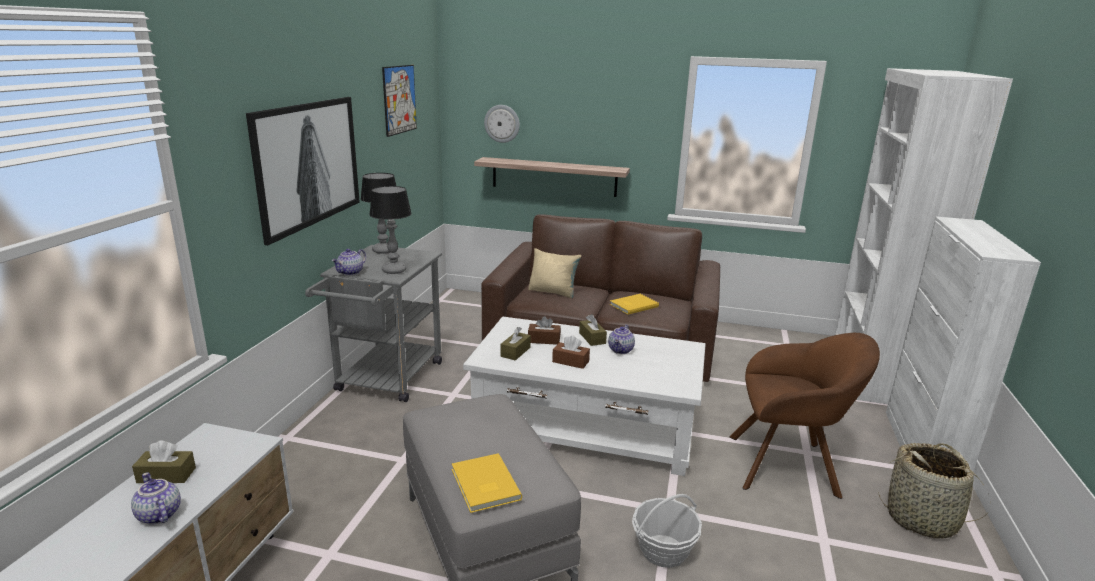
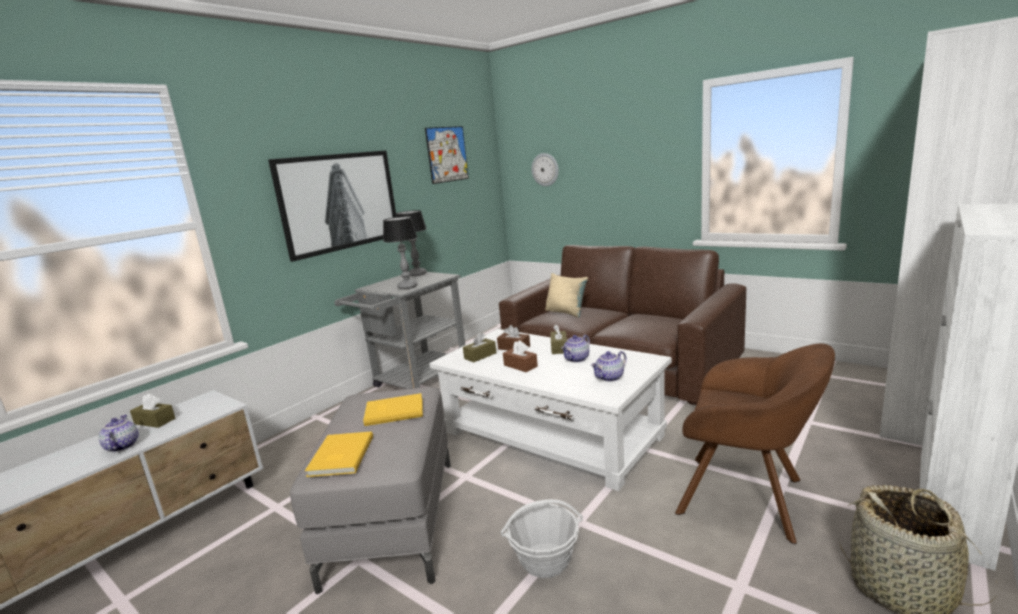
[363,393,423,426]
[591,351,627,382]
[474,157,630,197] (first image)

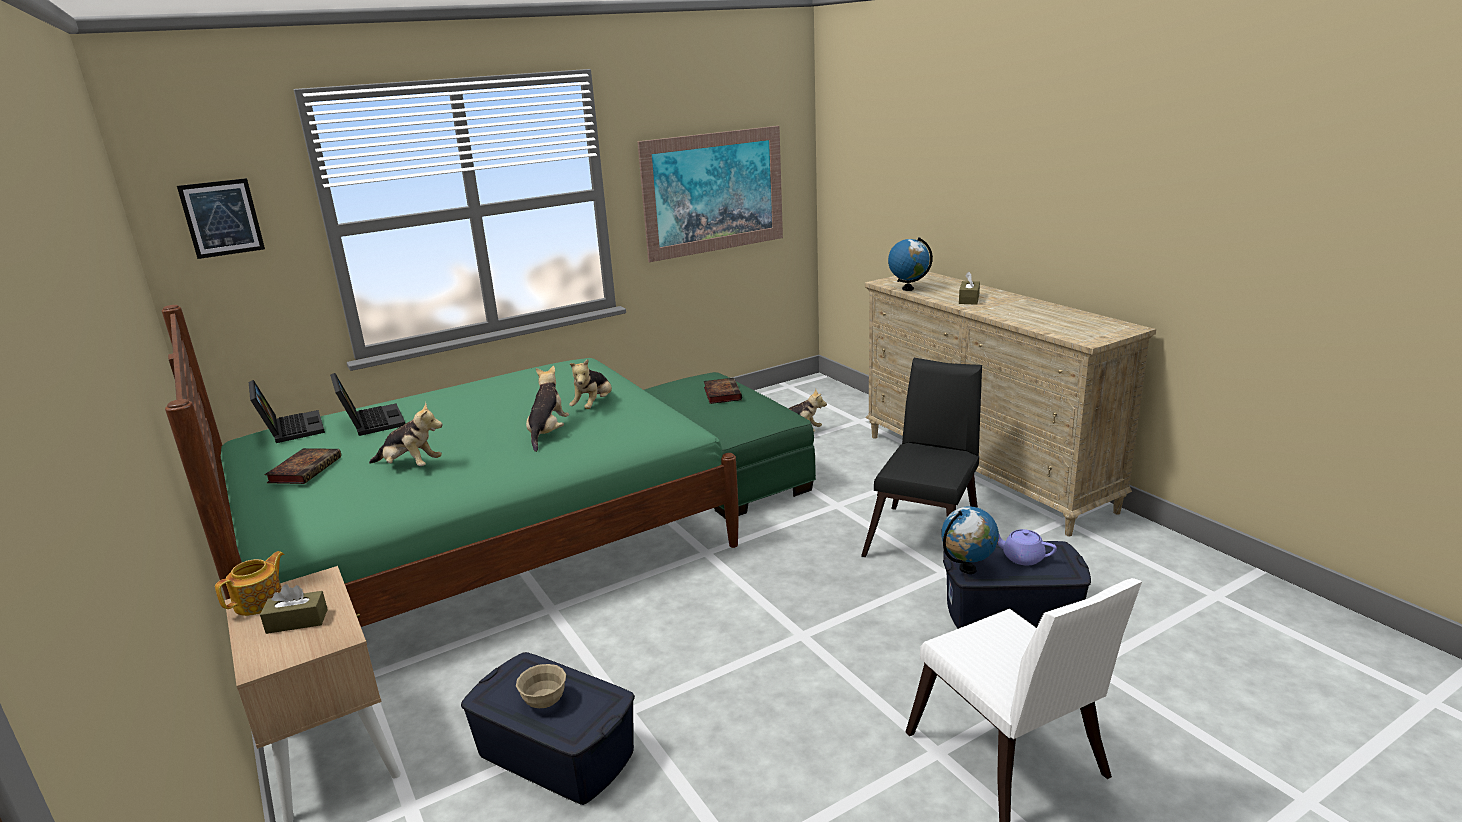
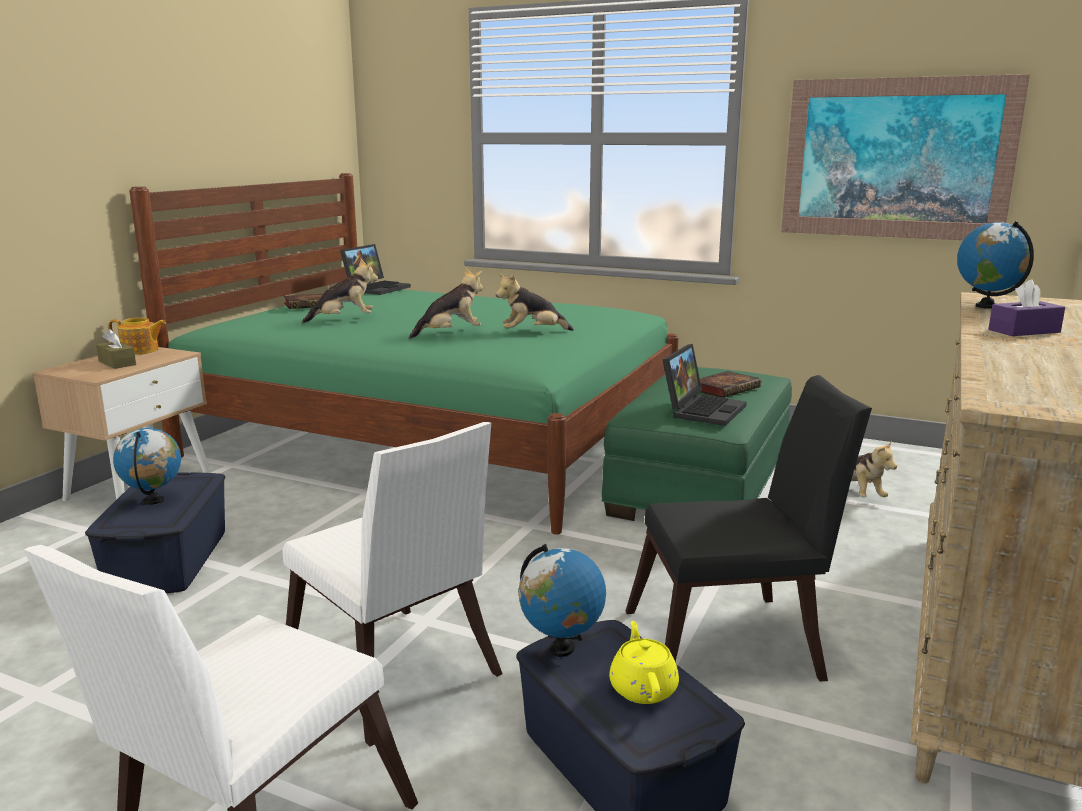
[113,428,181,505]
[282,422,503,747]
[302,259,378,323]
[609,621,679,704]
[662,344,747,426]
[988,279,1065,336]
[177,178,265,259] (first image)

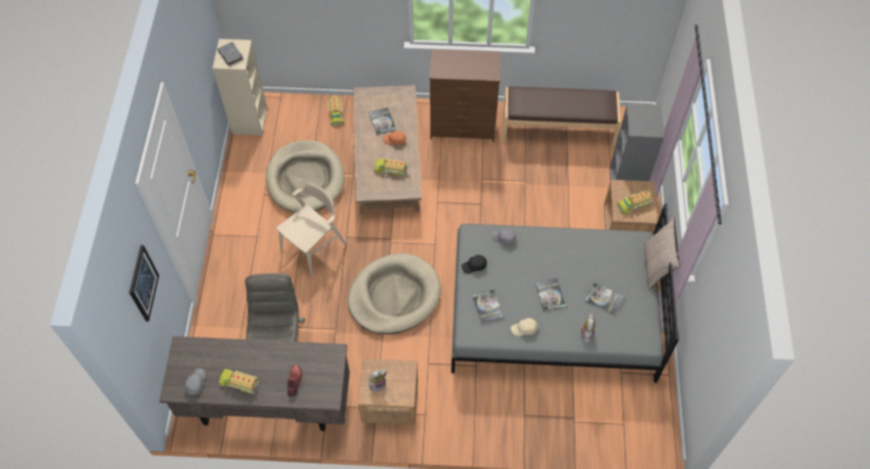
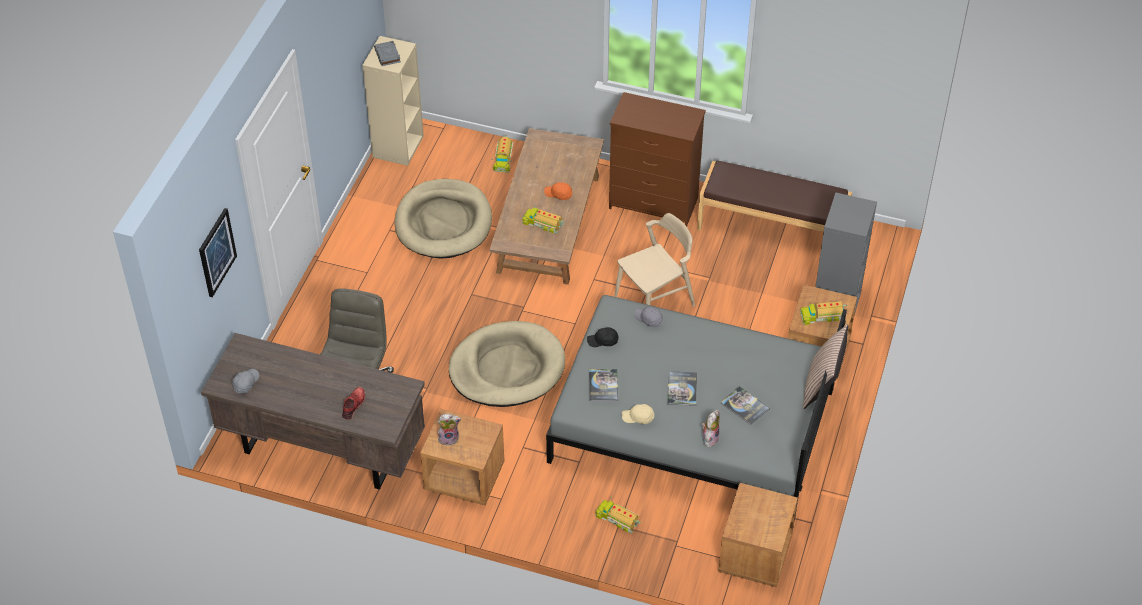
[595,497,640,534]
[615,213,695,306]
[718,483,798,587]
[369,107,396,135] (first image)

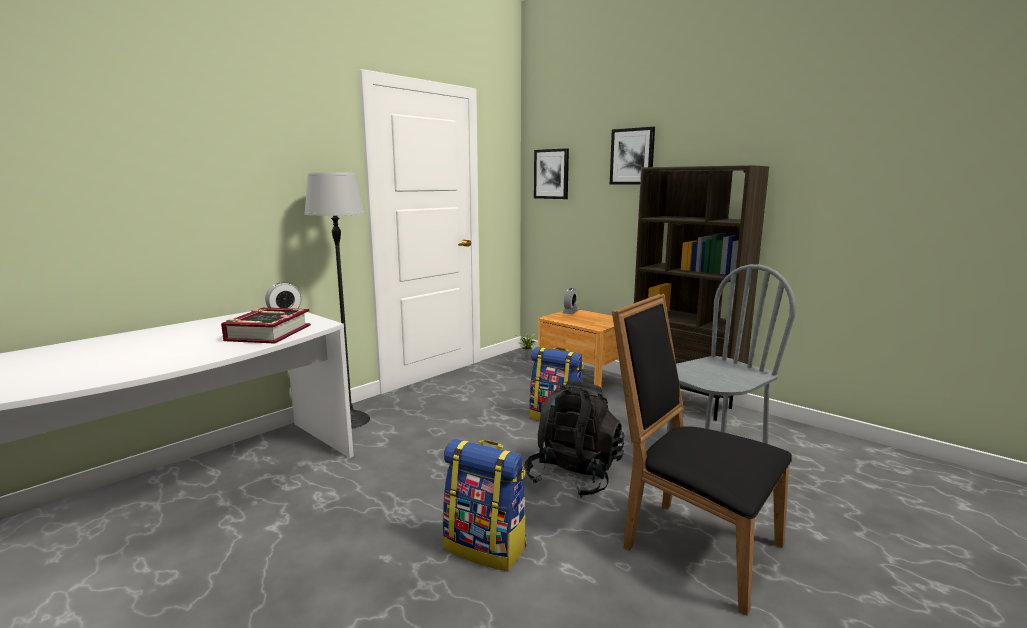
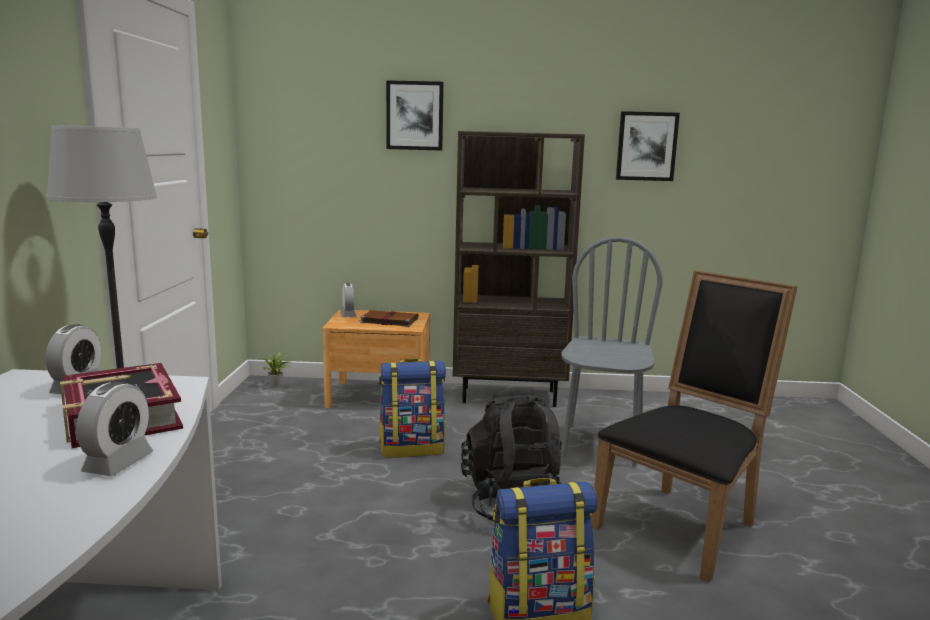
[76,381,153,476]
[359,310,419,327]
[591,270,798,583]
[616,111,680,181]

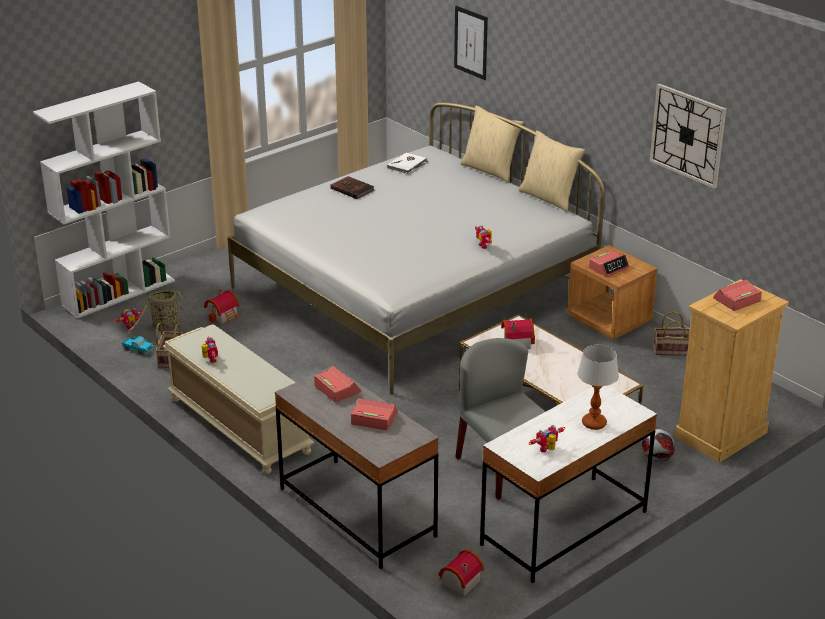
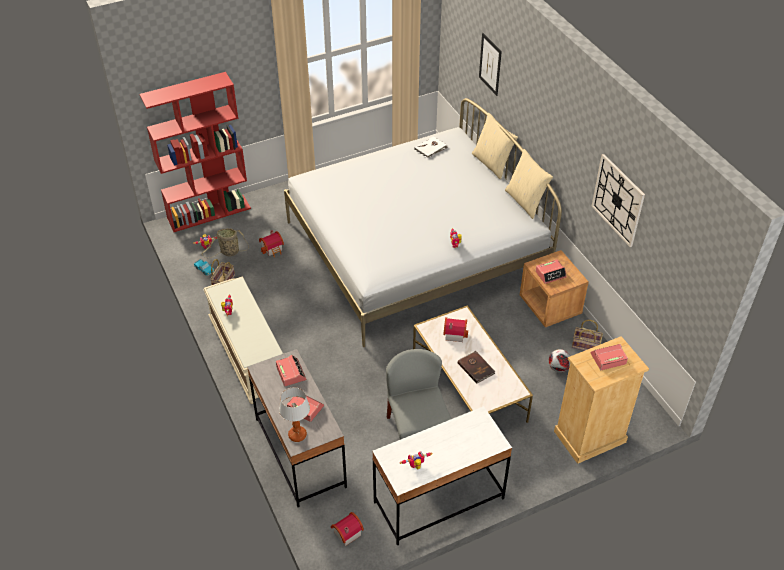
[140,72,251,232]
[279,387,310,442]
[458,351,495,384]
[549,349,570,372]

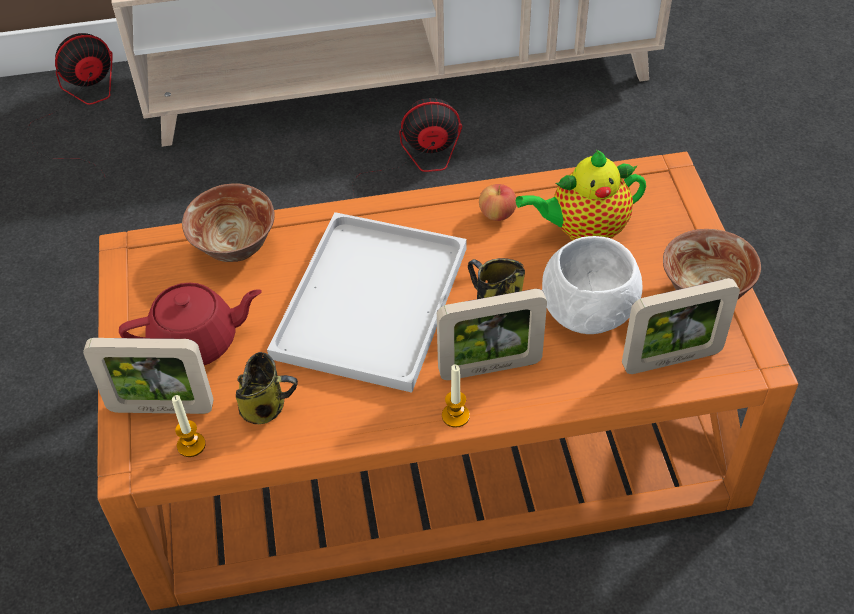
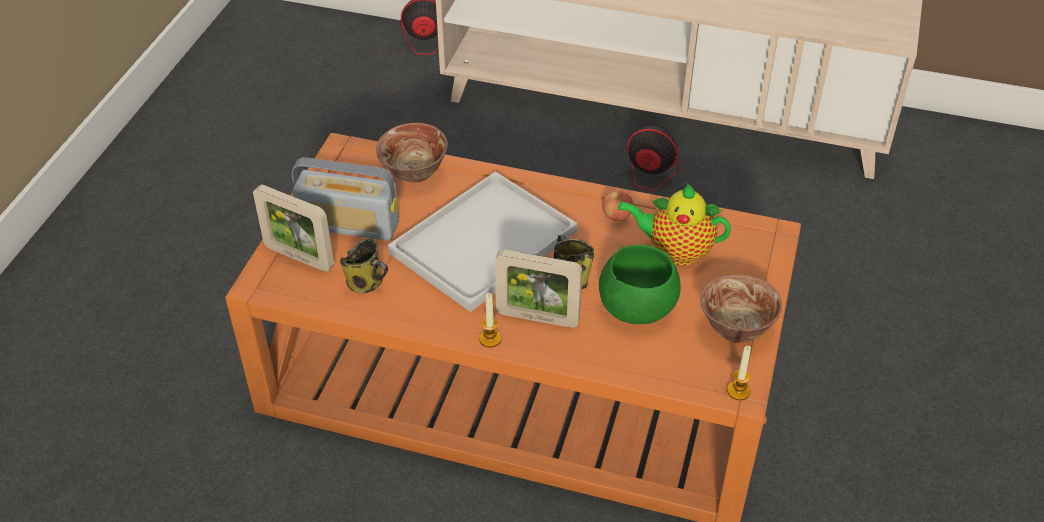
[292,158,399,241]
[599,245,681,324]
[727,346,751,400]
[622,278,740,374] (first image)

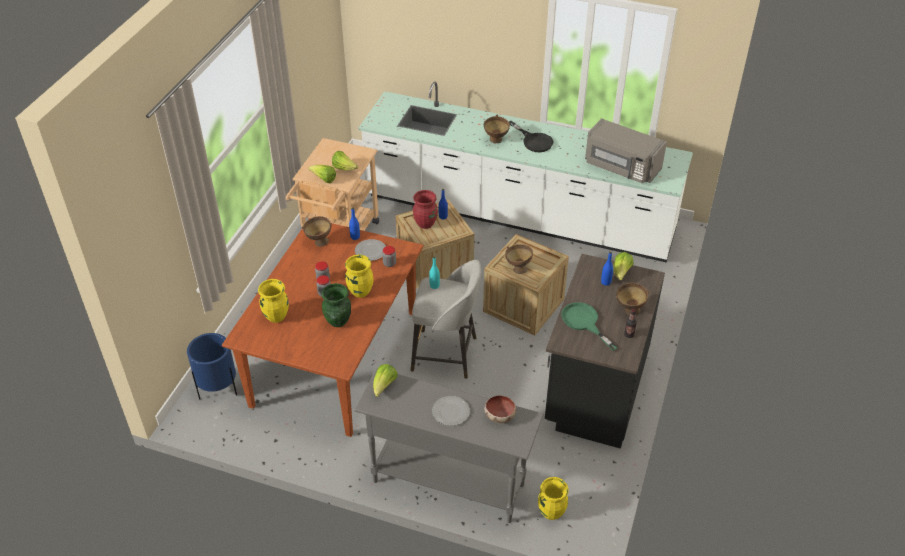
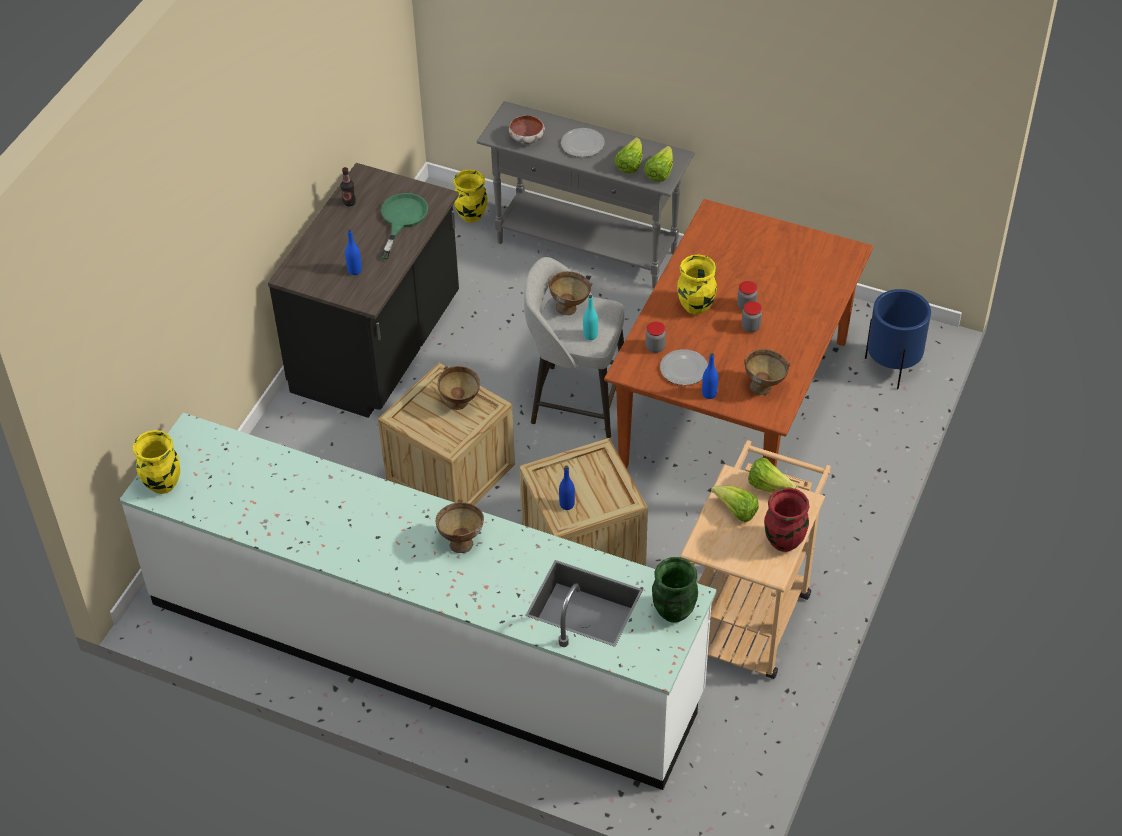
[133,430,180,494]
[380,193,428,259]
[548,271,593,315]
[615,137,643,173]
[652,557,698,623]
[764,487,809,552]
[509,121,553,152] (first image)
[585,118,667,184] (first image)

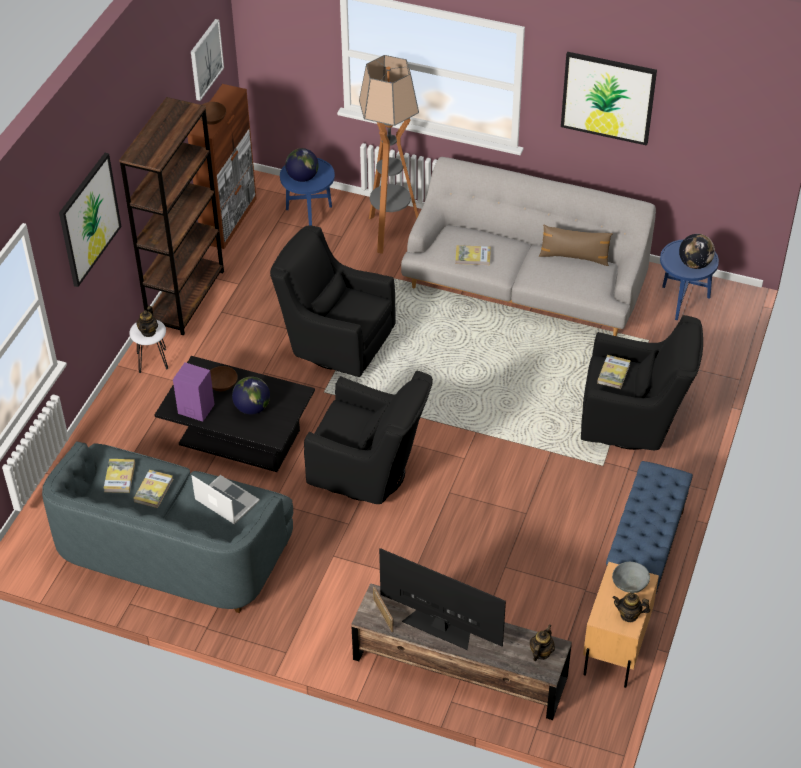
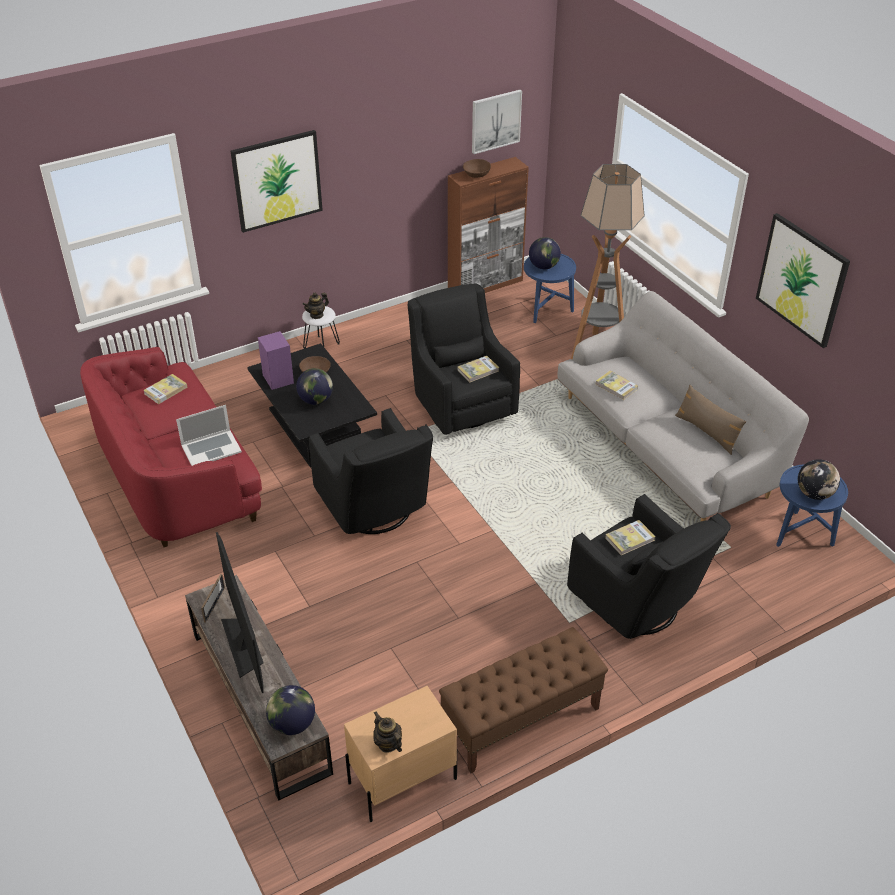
[80,347,262,547]
[176,405,242,466]
[266,685,315,735]
[439,627,608,773]
[457,356,499,383]
[119,97,224,335] (first image)
[612,562,650,593] (first image)

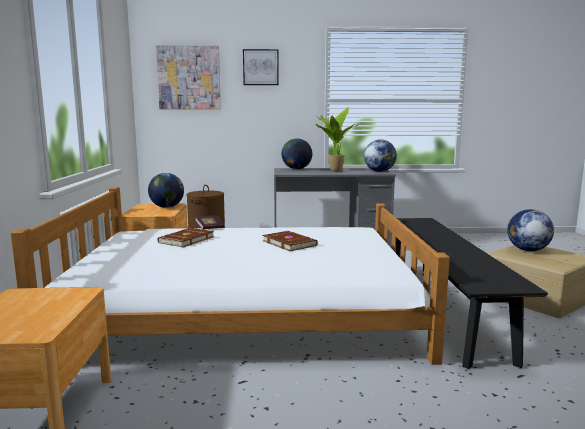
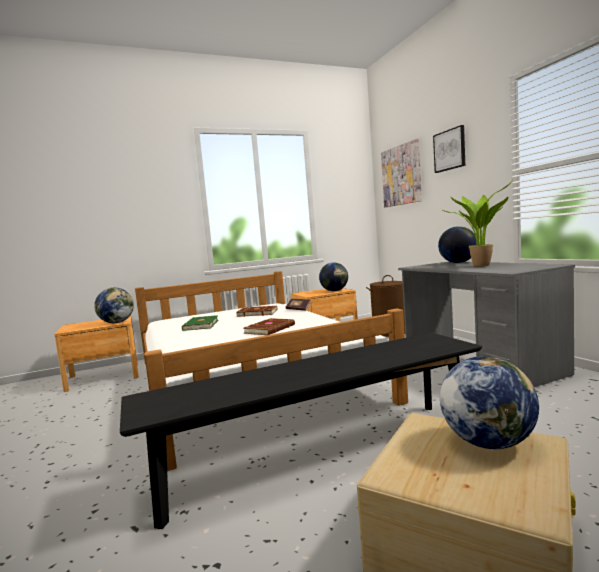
[94,288,134,323]
[182,315,218,331]

